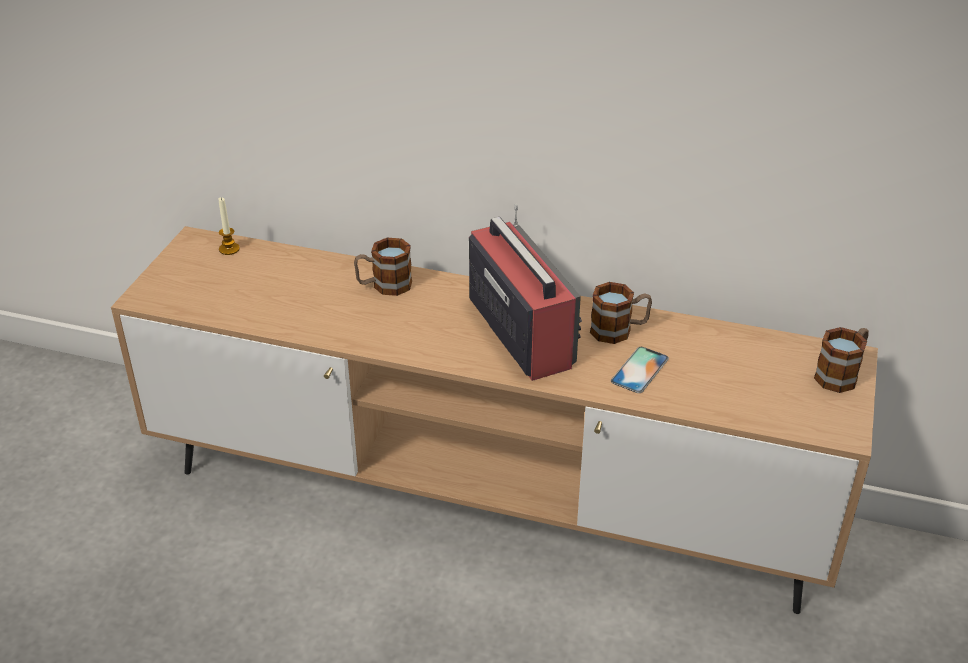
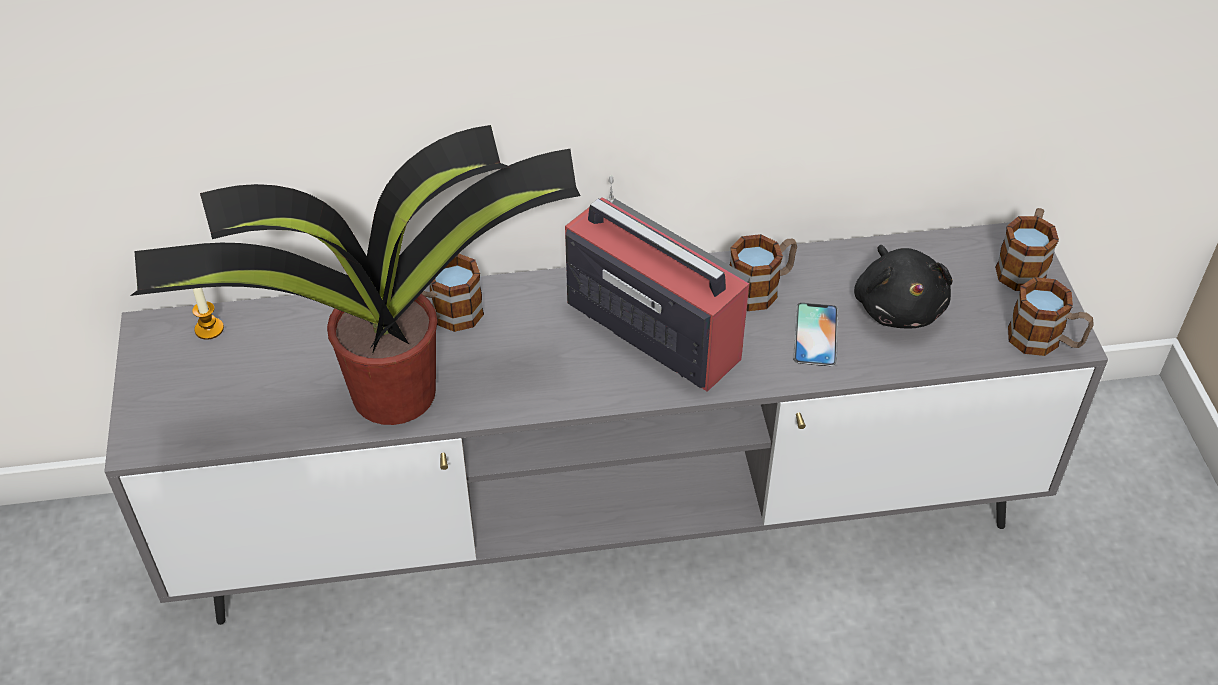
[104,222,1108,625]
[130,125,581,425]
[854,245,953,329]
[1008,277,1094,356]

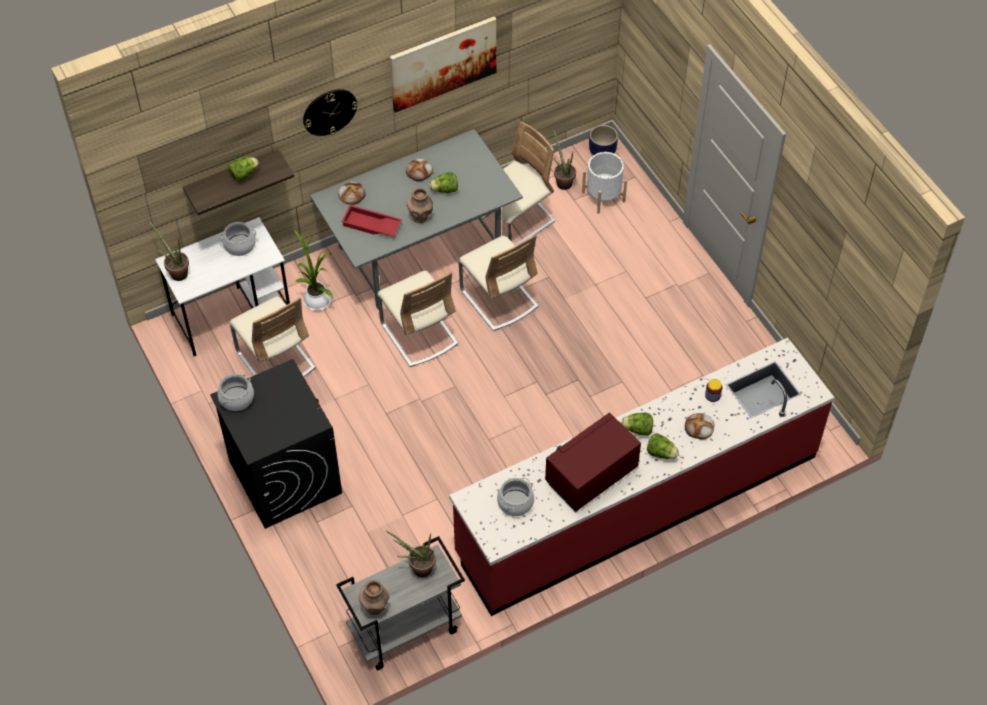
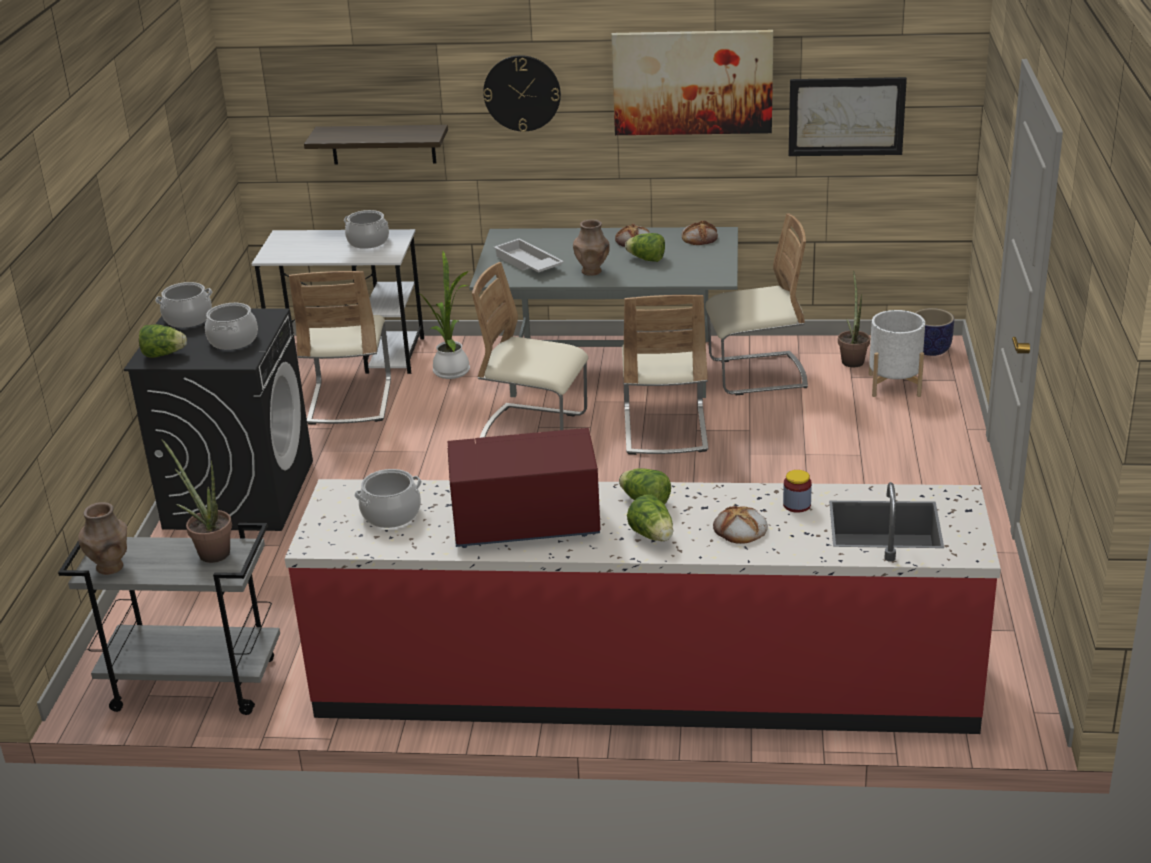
[139,324,187,358]
[205,302,258,350]
[472,262,588,438]
[494,238,564,272]
[682,221,718,245]
[789,77,907,156]
[148,220,189,281] (first image)

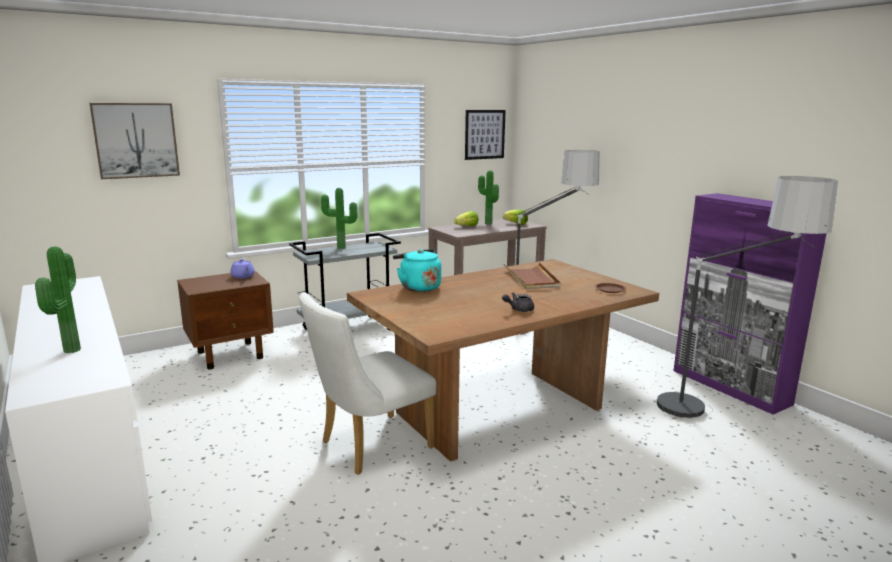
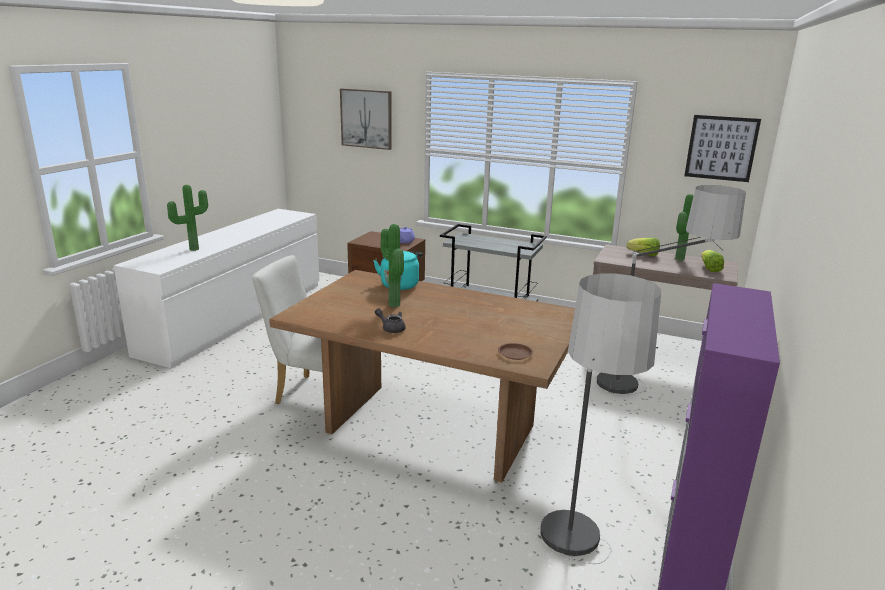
[381,224,404,307]
[504,263,561,289] (first image)

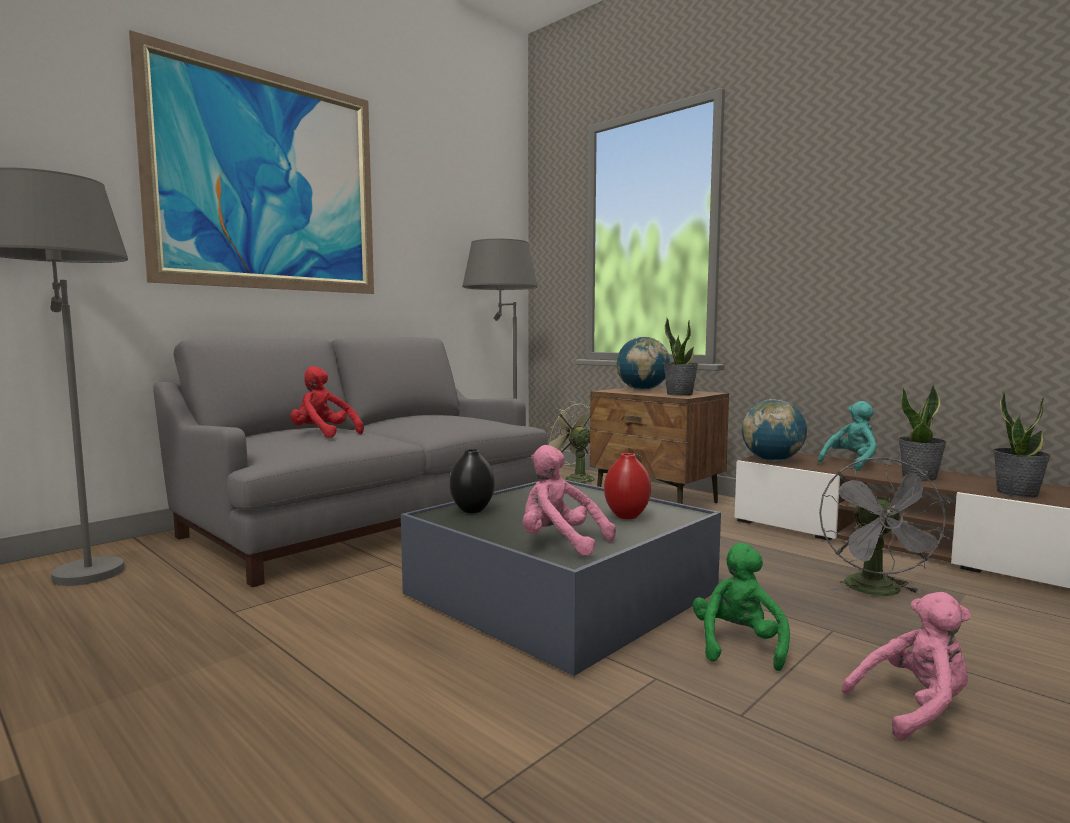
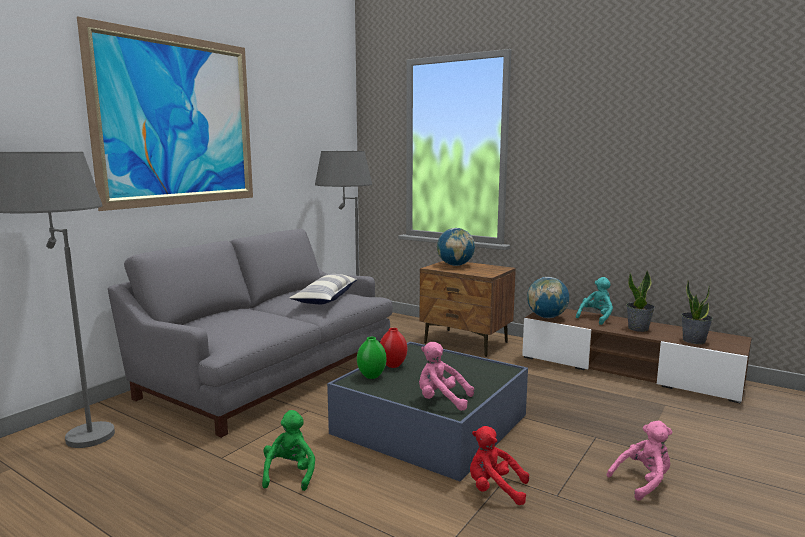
[262,410,315,491]
[289,274,358,304]
[357,337,386,379]
[380,328,407,368]
[470,426,529,505]
[545,401,595,485] (first image)
[663,318,698,396] (first image)
[819,457,951,596] (first image)

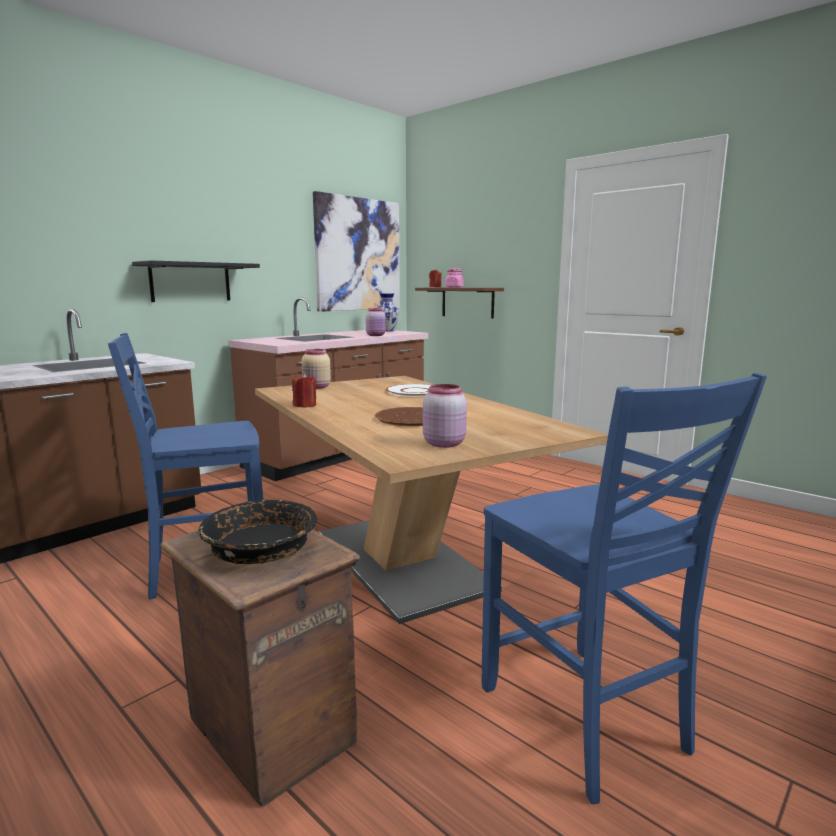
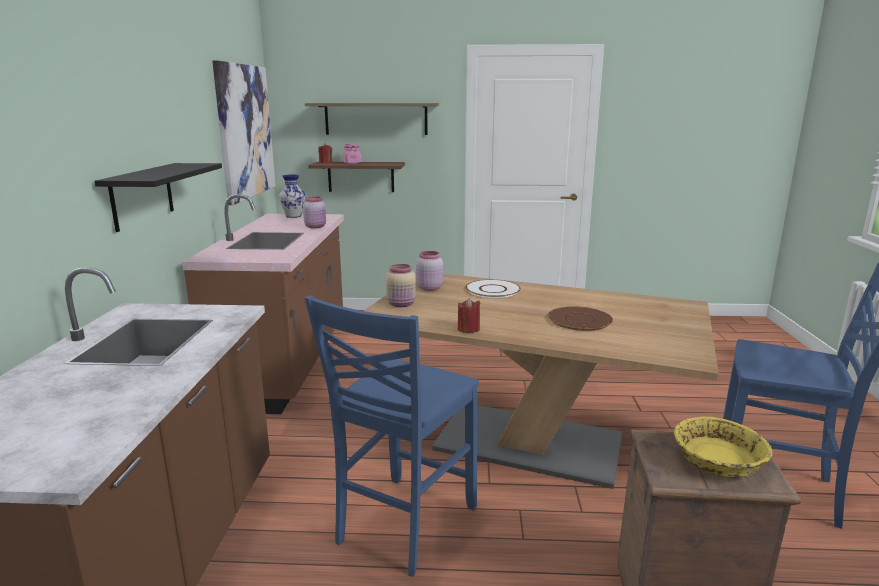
[305,103,439,135]
[416,251,443,291]
[674,417,773,478]

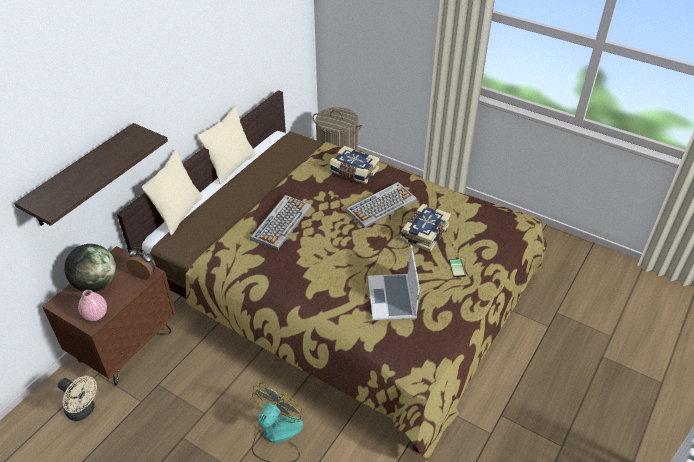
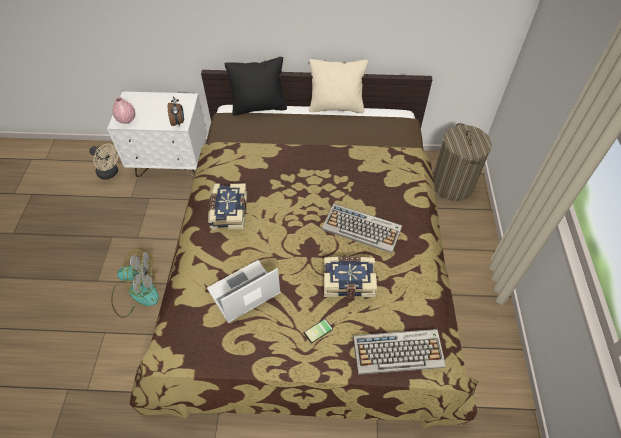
[89,144,119,180]
[107,91,207,178]
[208,184,247,230]
[225,57,287,116]
[353,329,446,375]
[14,123,168,226] (first image)
[64,244,116,292] (first image)

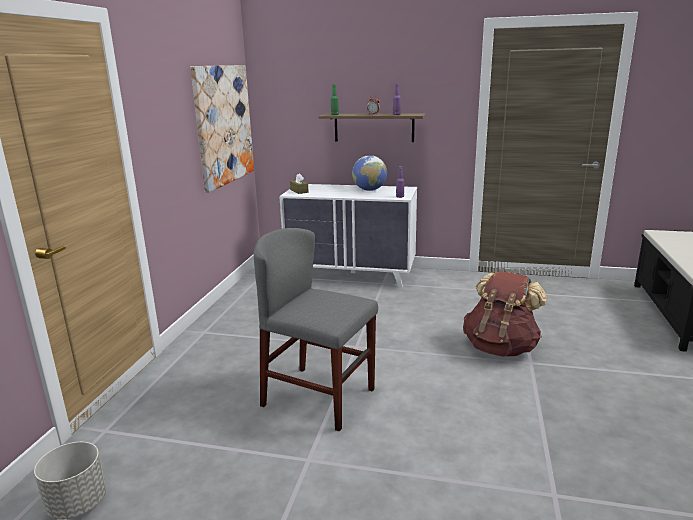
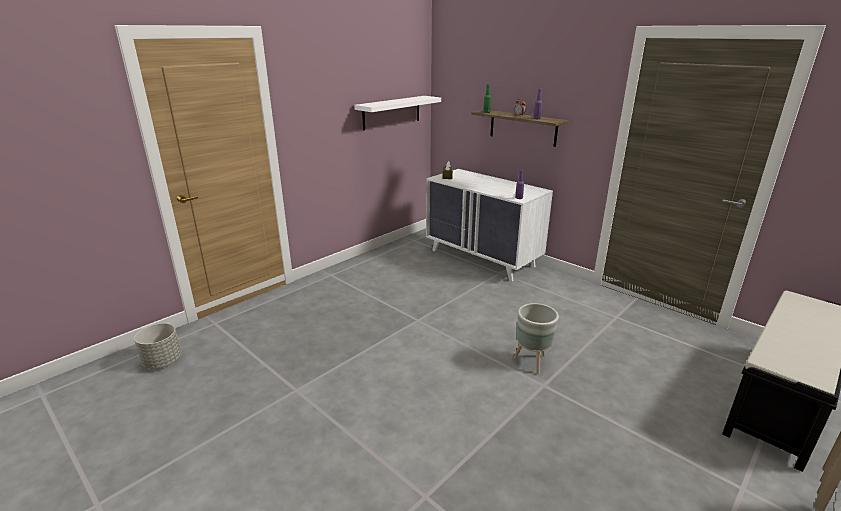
[354,96,441,130]
[514,303,559,374]
[254,228,378,431] (first image)
[352,155,387,191] (first image)

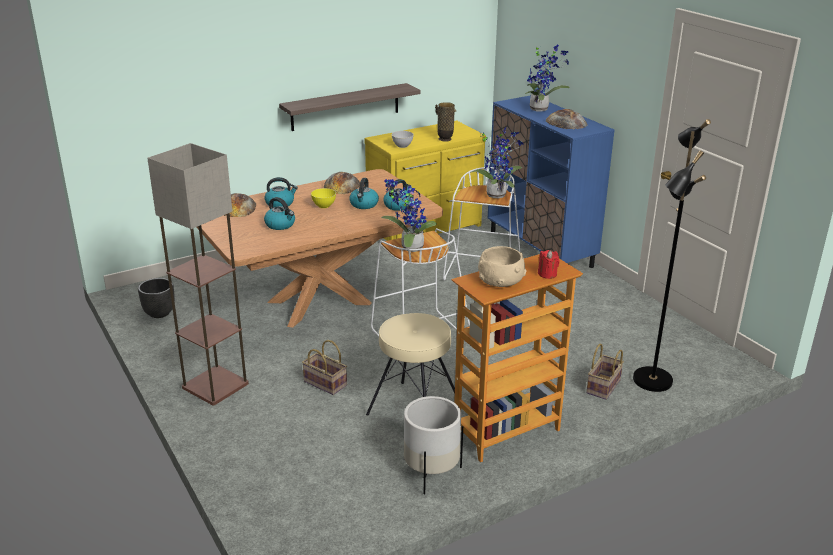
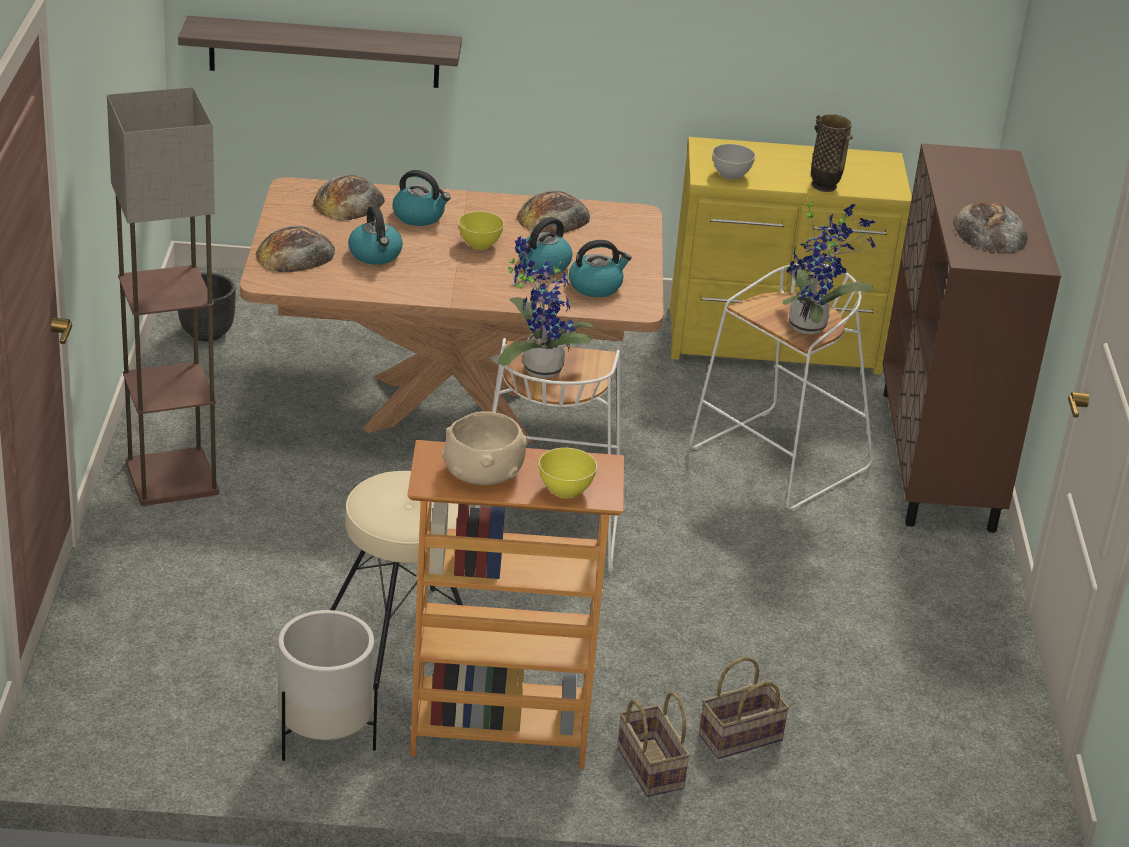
[178,16,462,88]
[255,226,335,272]
[539,448,597,498]
[617,692,690,797]
[882,143,1061,533]
[525,45,570,112] (first image)
[633,119,711,392] (first image)

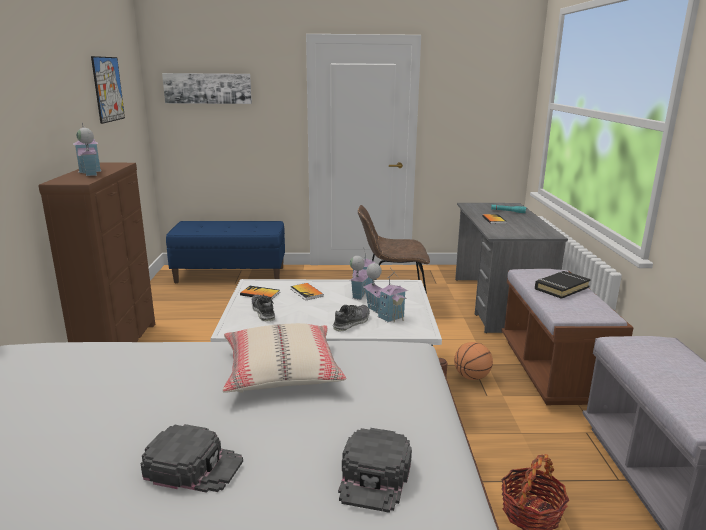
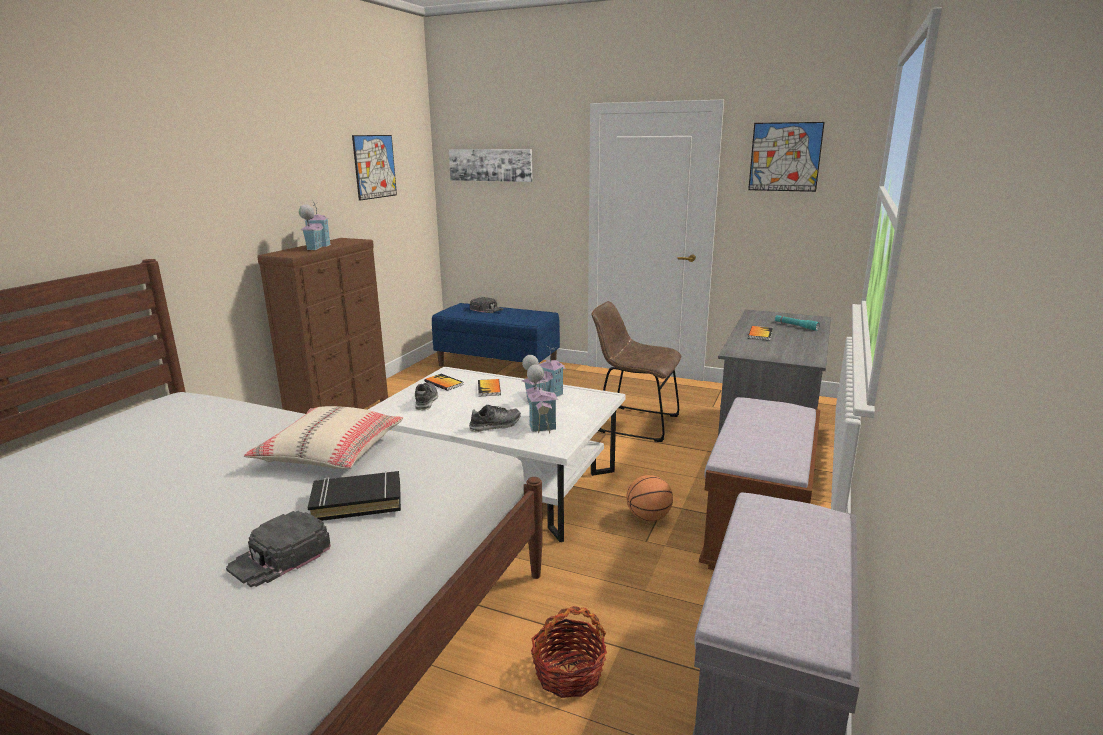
[308,471,401,521]
[470,297,503,313]
[748,122,825,192]

